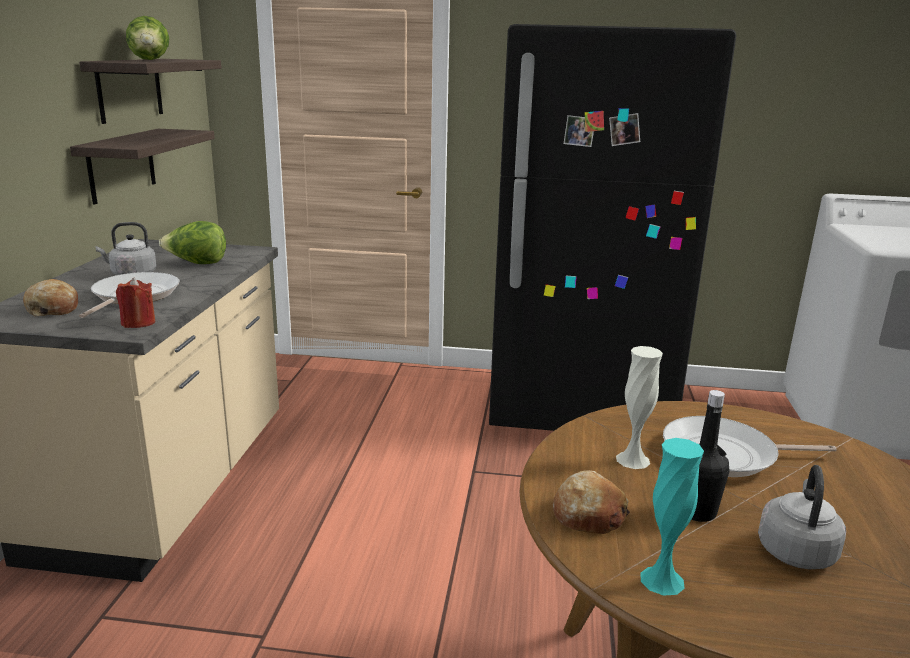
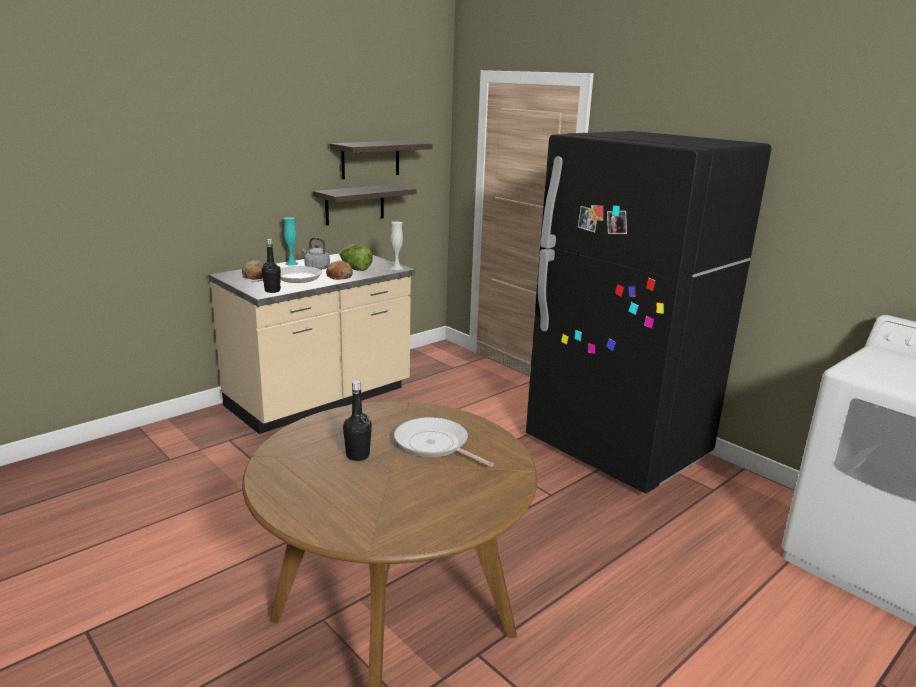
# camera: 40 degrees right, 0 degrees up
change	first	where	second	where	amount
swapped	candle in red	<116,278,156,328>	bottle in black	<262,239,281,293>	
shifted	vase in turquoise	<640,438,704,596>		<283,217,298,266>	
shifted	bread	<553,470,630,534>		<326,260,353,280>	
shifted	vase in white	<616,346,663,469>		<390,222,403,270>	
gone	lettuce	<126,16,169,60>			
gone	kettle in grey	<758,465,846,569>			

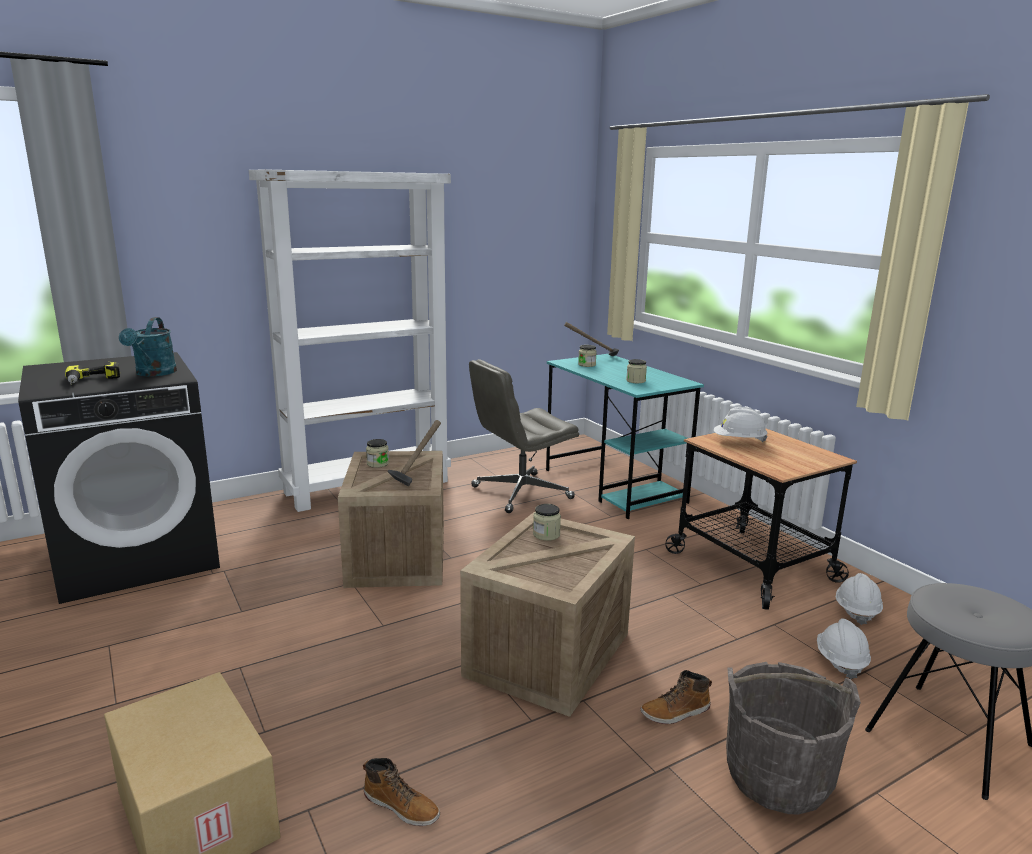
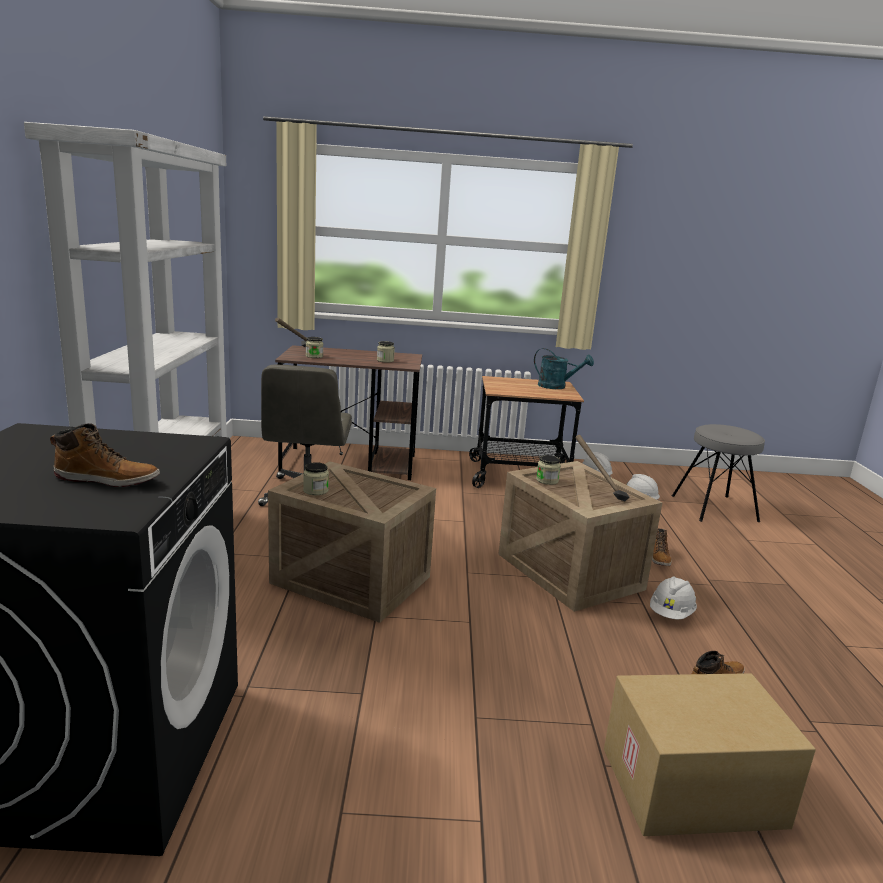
# camera: 60 degrees left, 0 degrees up
change	first	where	second	where	amount
swapped	power drill	<65,362,120,386>	boot	<50,423,160,487>	
repainted	desk in turquoise	<546,354,704,519>	desk in brown	<275,345,422,480>	
shifted	watering can in turquoise	<119,317,177,377>		<534,348,594,389>	
shifted	hammer	<387,420,441,486>		<575,435,630,501>	
shifted	hard hat in white	<714,407,768,442>		<650,576,697,620>	
gone	bucket in grey	<726,662,861,814>			

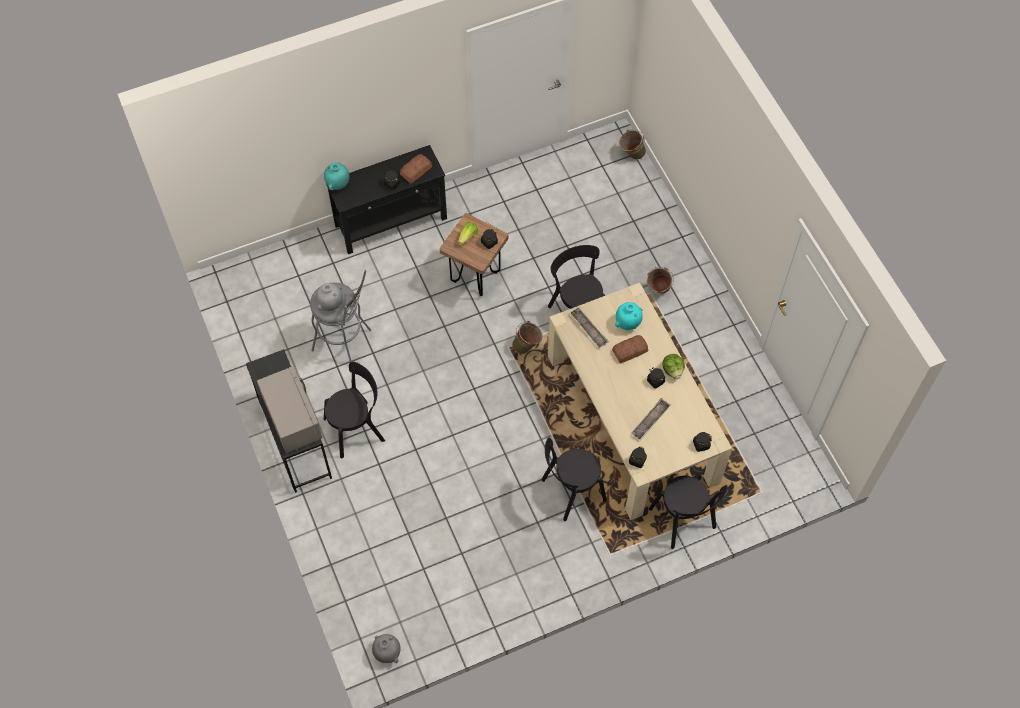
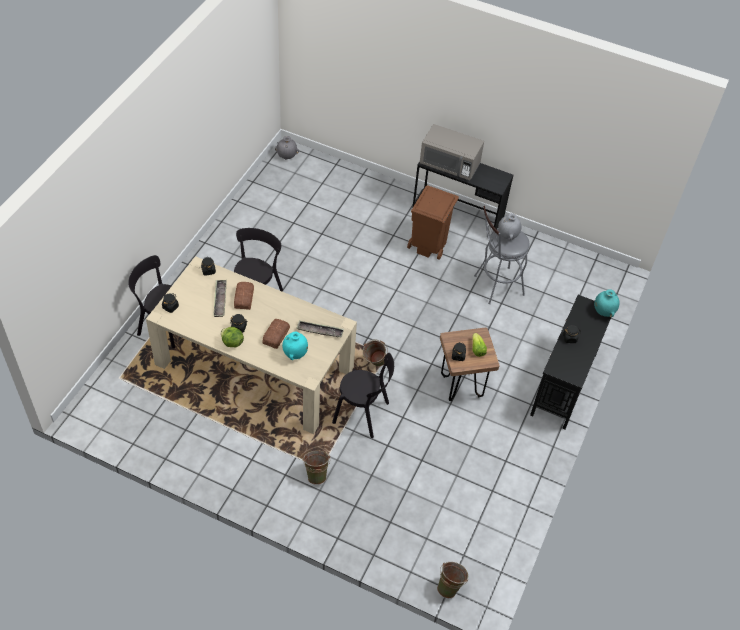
# camera: 135 degrees right, 10 degrees down
change	first	where	second	where	amount
shifted	bread	<400,154,432,184>		<234,282,254,310>	
swapped	chair in black	<324,362,385,458>	trash can in brown	<407,185,459,260>	

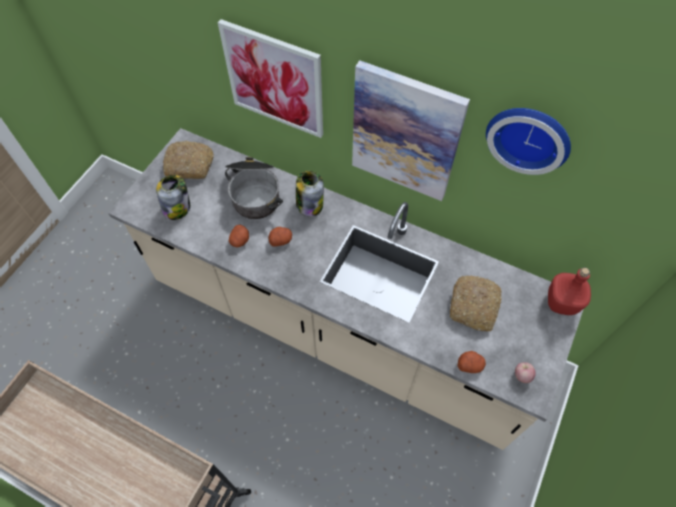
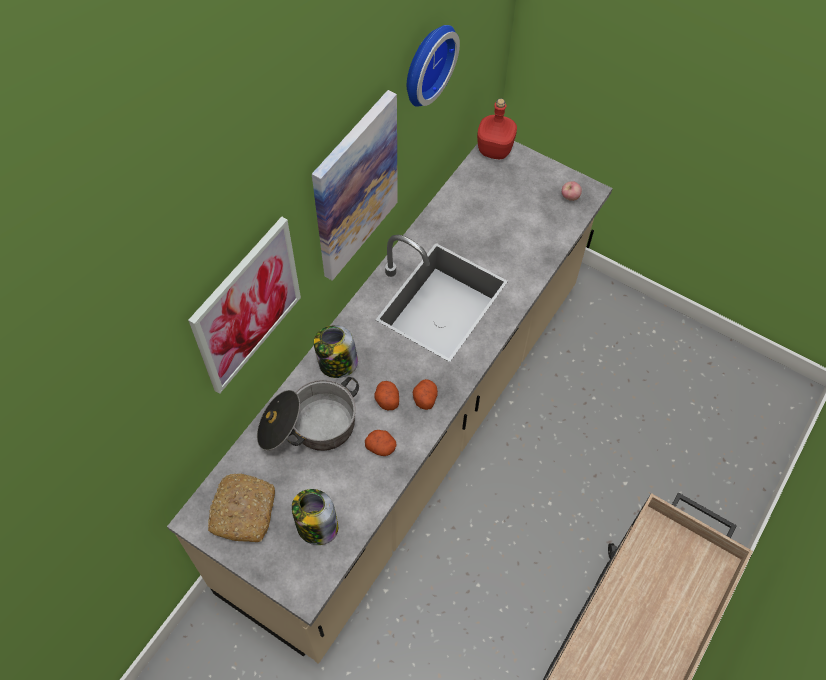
# camera: 85 degrees left, 0 degrees up
change	first	where	second	where	amount
shifted	potato	<457,351,486,373>		<413,379,438,410>	
gone	bread	<450,276,502,332>			

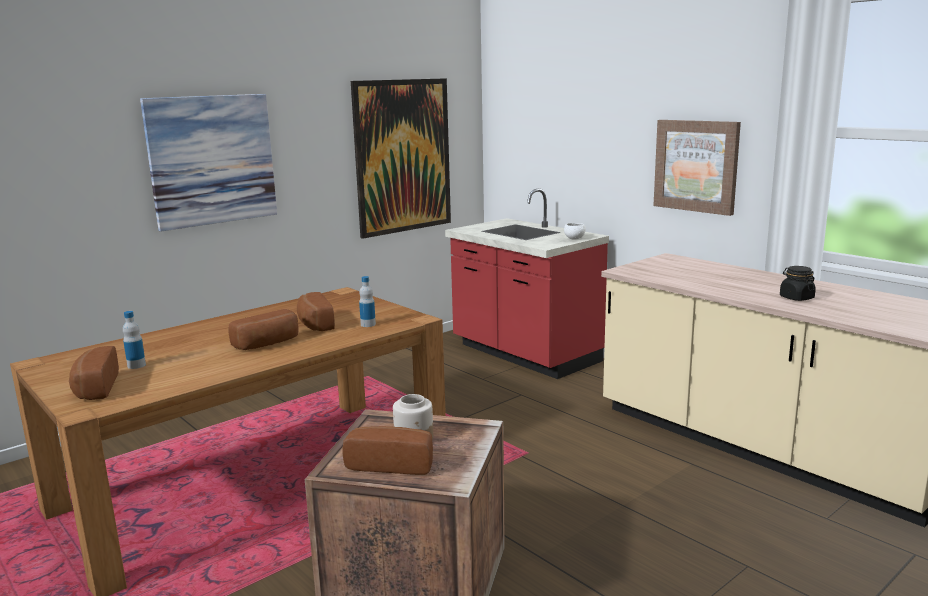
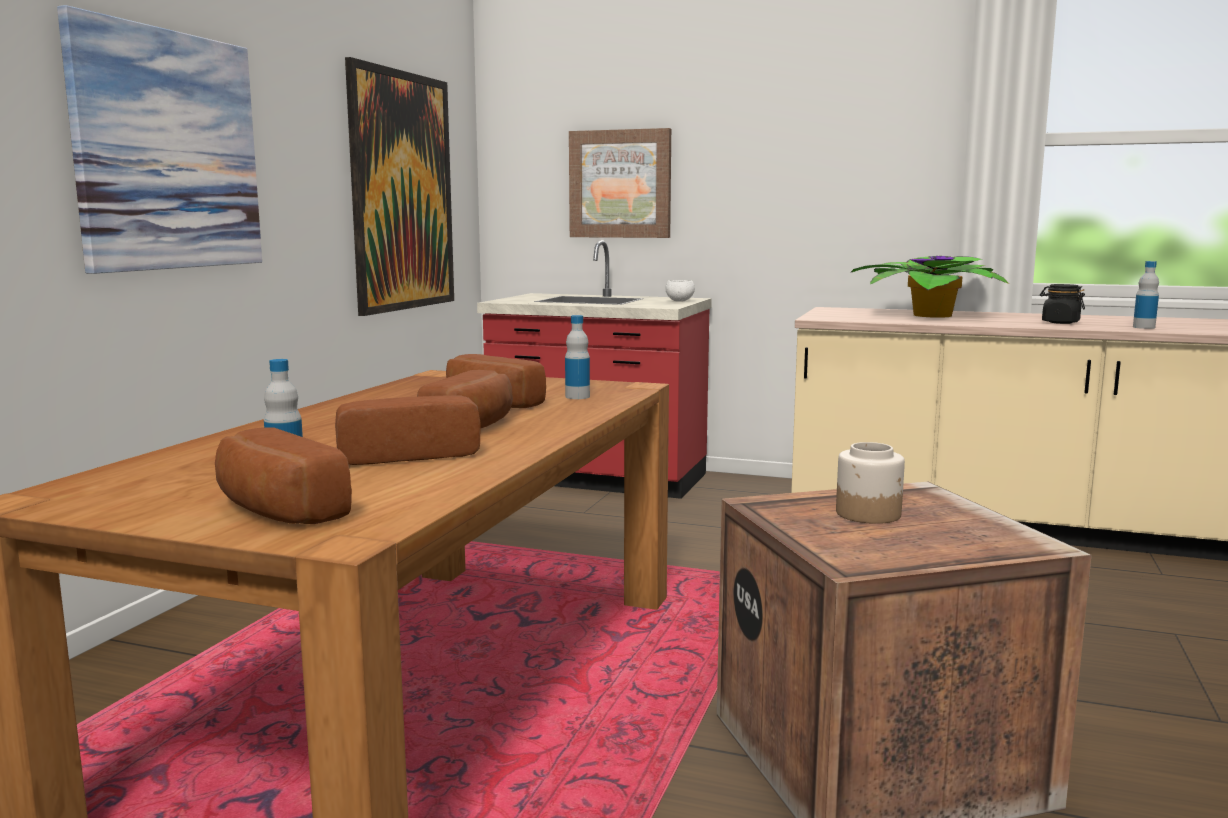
# camera: 30 degrees left, 5 degrees down
change	first	where	second	where	amount
shifted	bread	<342,426,433,475>		<335,395,481,465>	
shifted	picture	<653,120,741,216>		<569,128,671,238>	
new			potted plant	<850,256,1009,318>	
new			bottle	<1133,261,1159,329>	

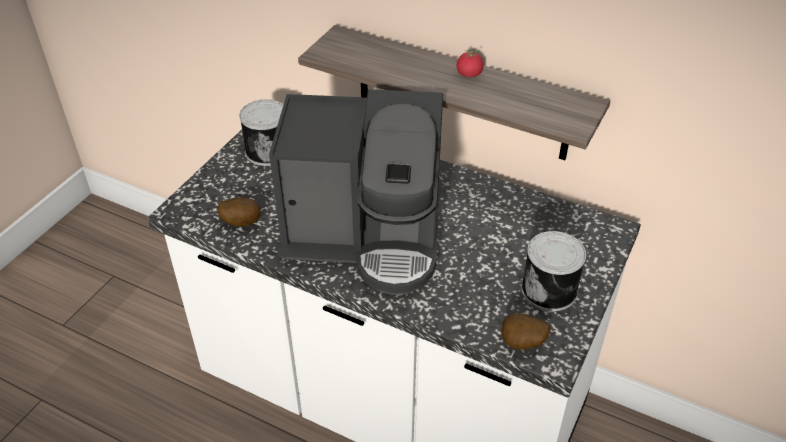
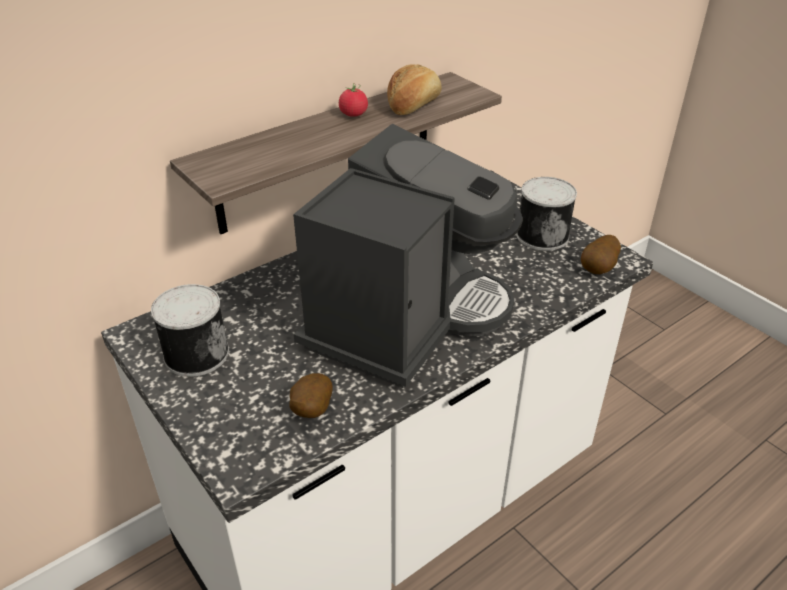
# camera: 65 degrees left, 5 degrees down
change	first	where	second	where	amount
new			bread	<387,64,442,115>	

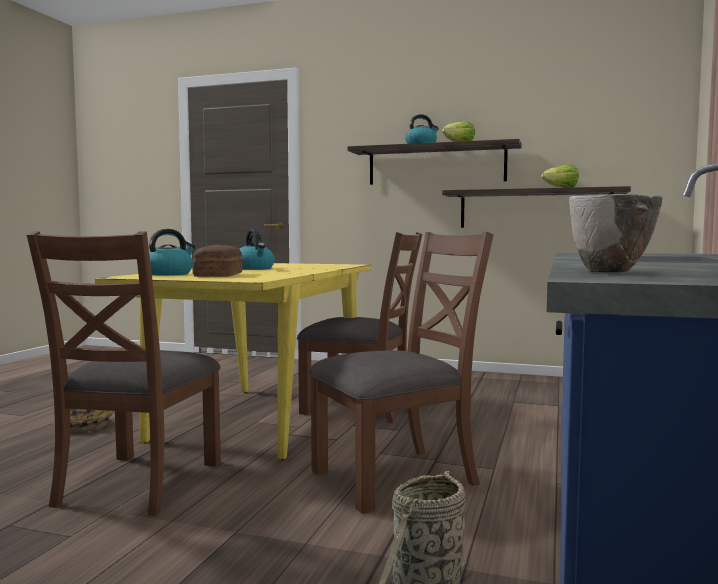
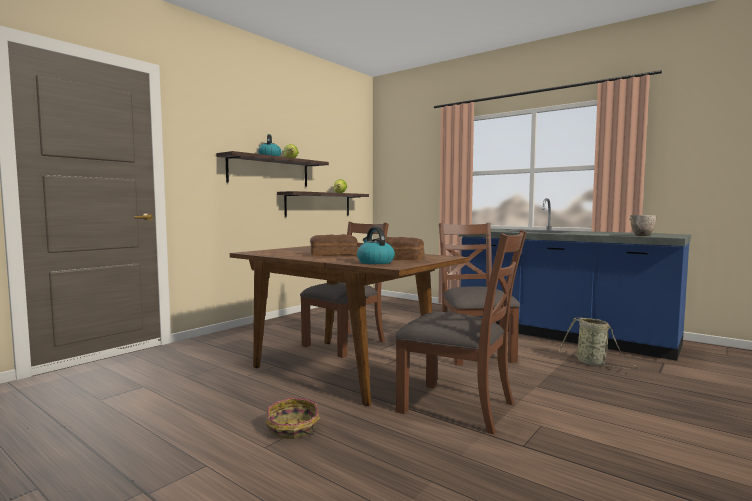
# camera: 70 degrees left, 0 degrees up
change	first	where	second	where	amount
repainted	dining table in yellow	<95,263,371,460>	dining table in brown	<230,246,469,406>	
swapped	kettle	<239,229,275,270>	bread	<310,234,358,256>	

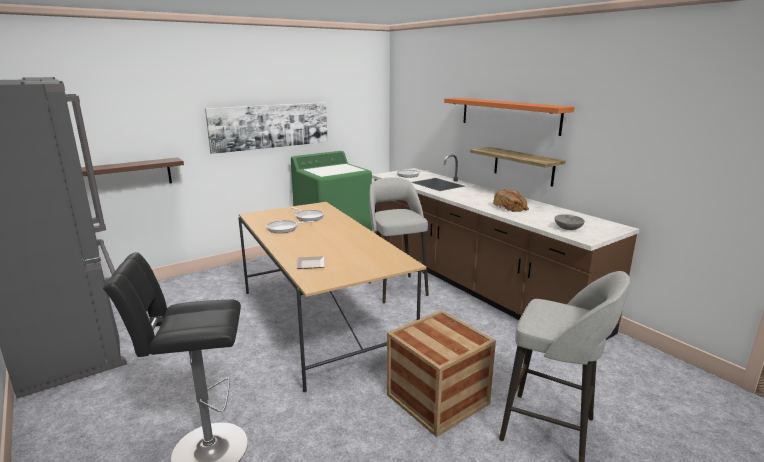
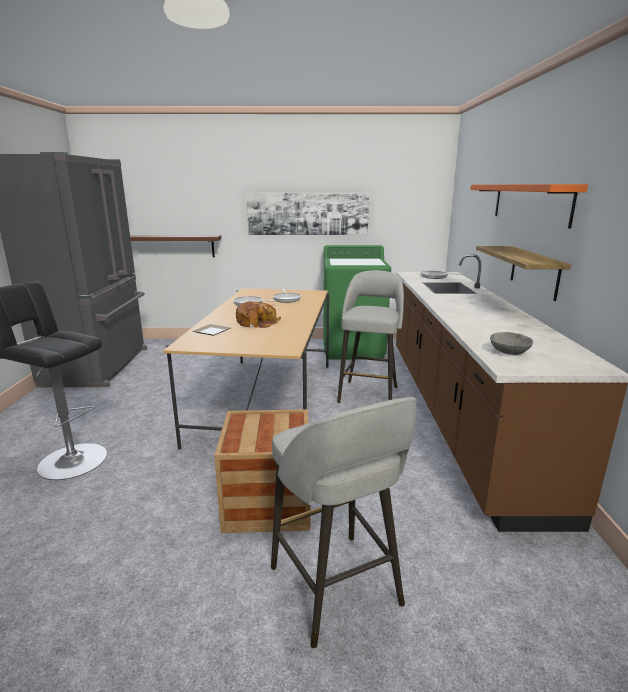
# camera: 35 degrees right, 0 degrees up
change	first	where	second	where	amount
shifted	bread	<493,190,529,212>		<236,301,281,328>	

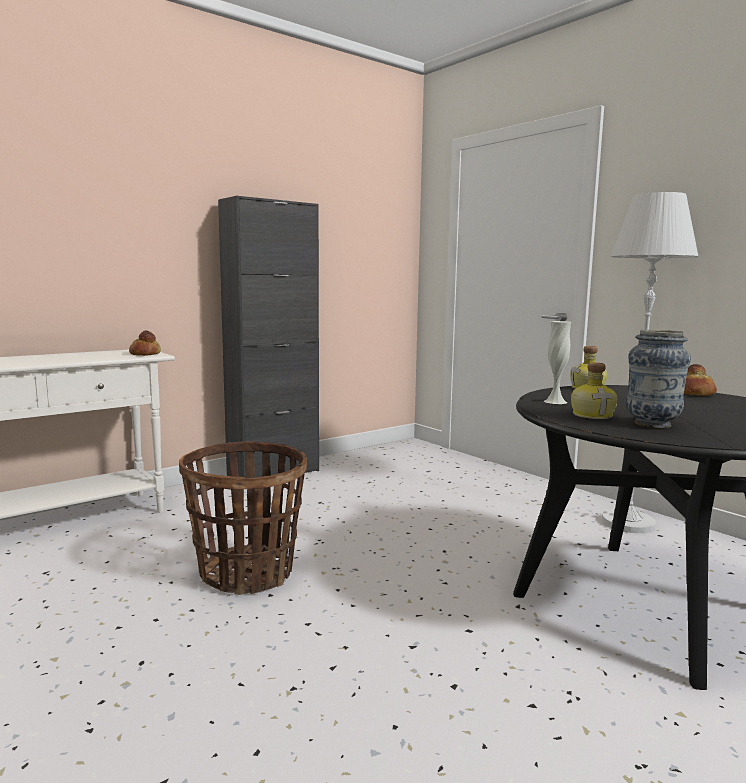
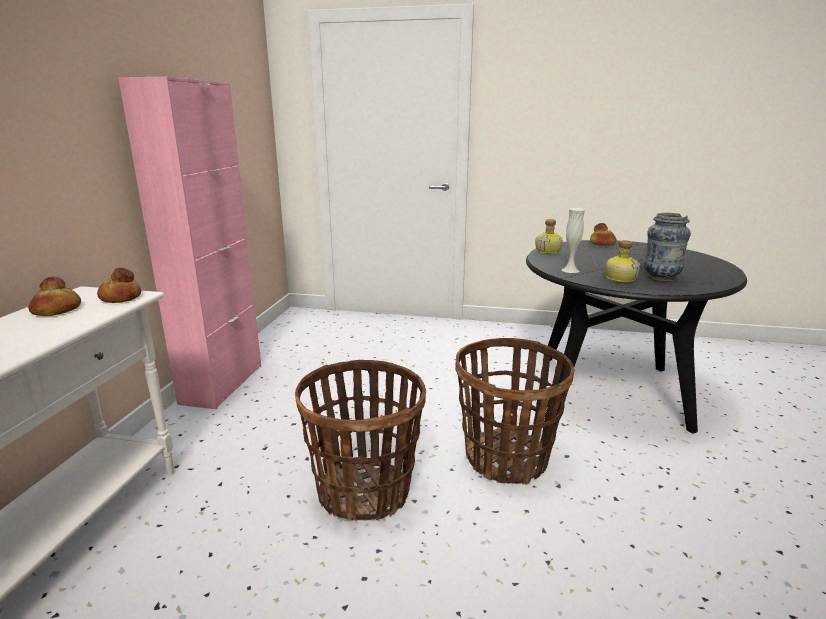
# camera: 40 degrees left, 10 degrees up
change	first	where	second	where	amount
new			bread	<28,277,81,316>	
repainted	cabinet in black	<218,196,319,478>	cabinet in pink	<118,77,261,409>	
new			basket	<456,338,575,484>	
gone	floor lamp in white	<601,192,698,533>			

